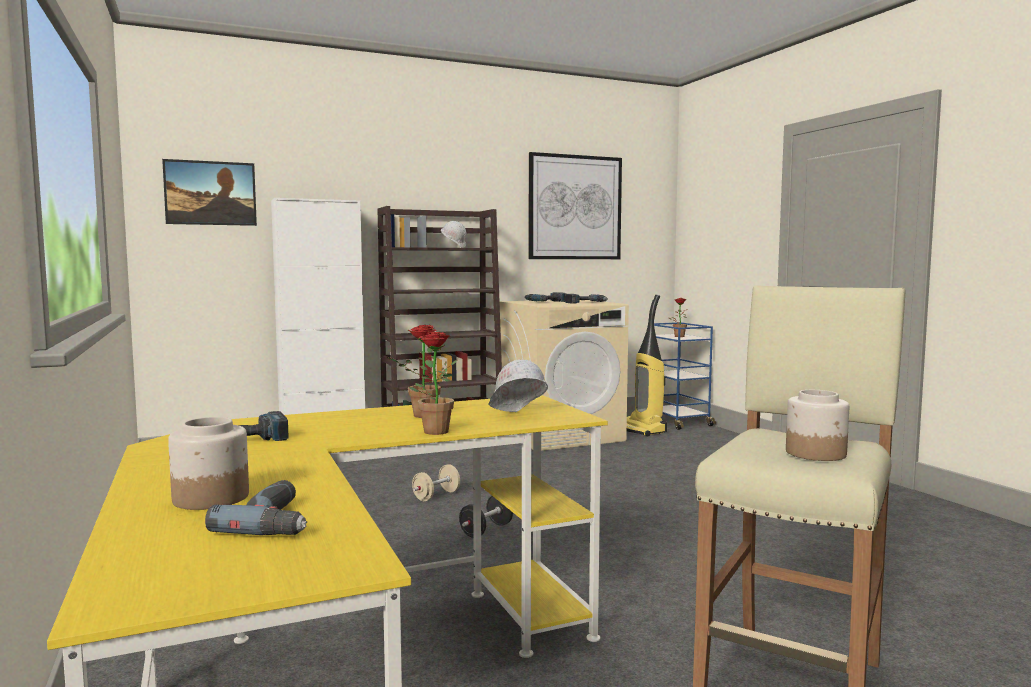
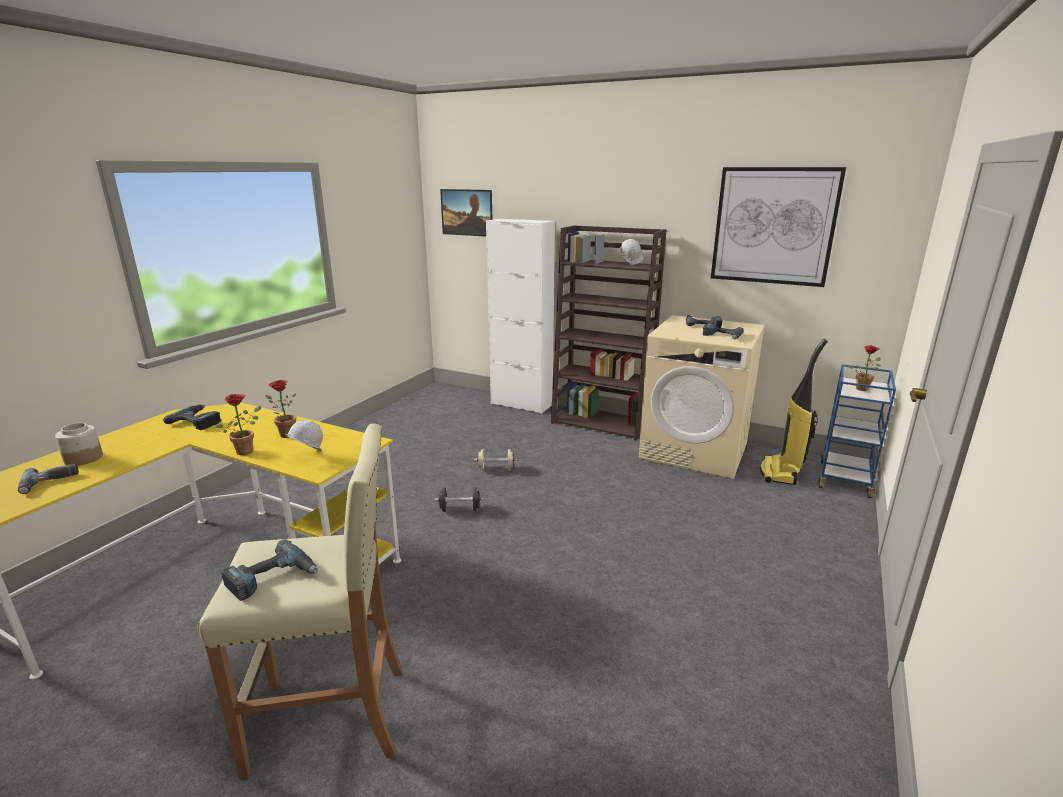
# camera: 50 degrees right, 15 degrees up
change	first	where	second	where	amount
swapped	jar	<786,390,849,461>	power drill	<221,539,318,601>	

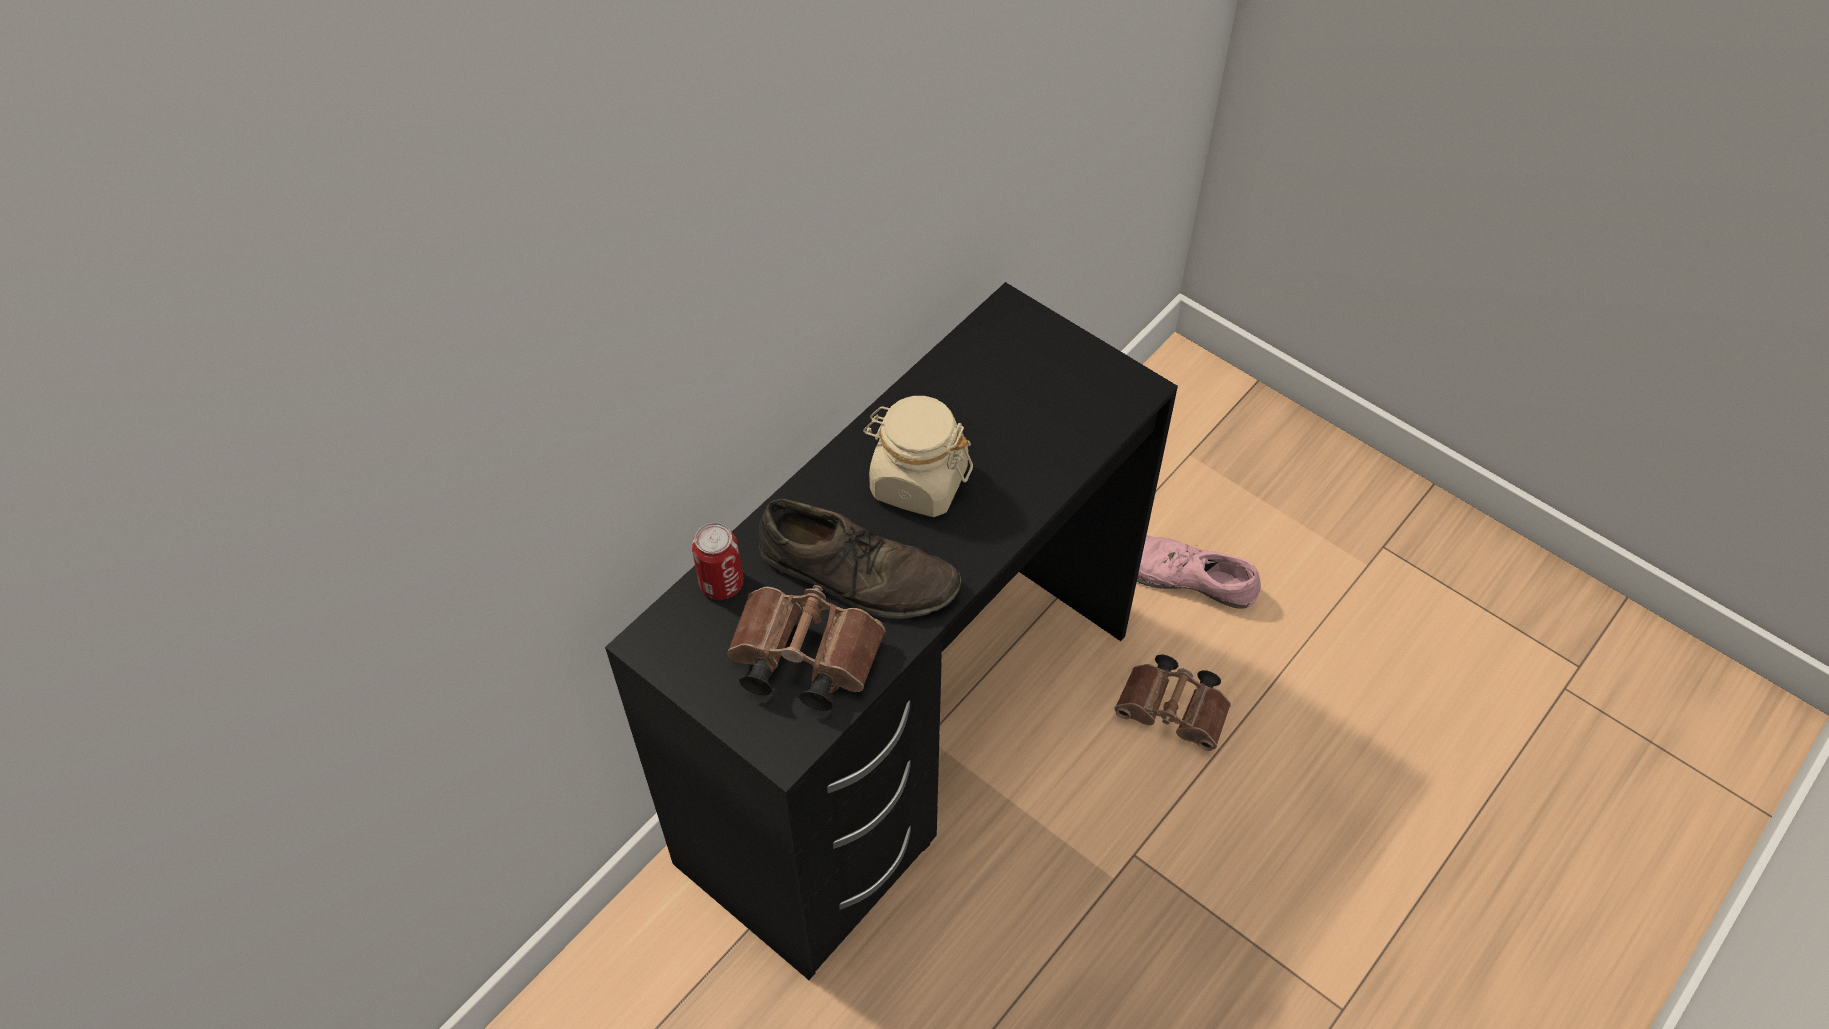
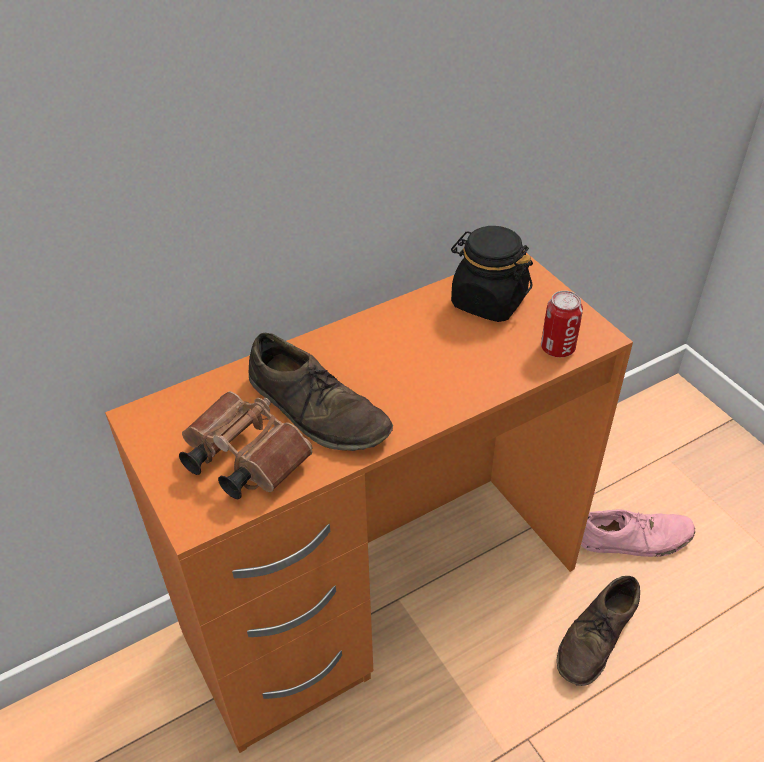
# camera: 20 degrees right, 10 degrees down
change	first	where	second	where	amount
repainted	desk in black	<605,282,1178,980>	desk in orange	<105,253,633,753>	
new			jar in black	<451,226,533,322>	
shifted	can	<692,523,744,600>		<541,291,583,357>	
swapped	binoculars in brown	<1114,655,1231,751>	shoe in brown	<556,576,640,686>	
rotated	shoe in pink	<1137,535,1261,609>		<581,509,695,557>	135 degrees clockwise
gone	jar in beige	<863,396,973,517>			

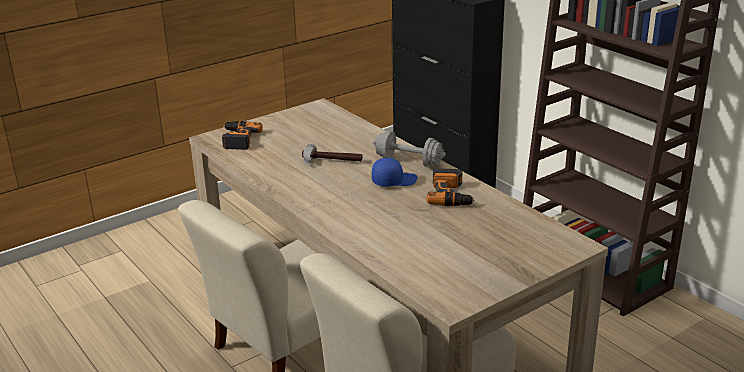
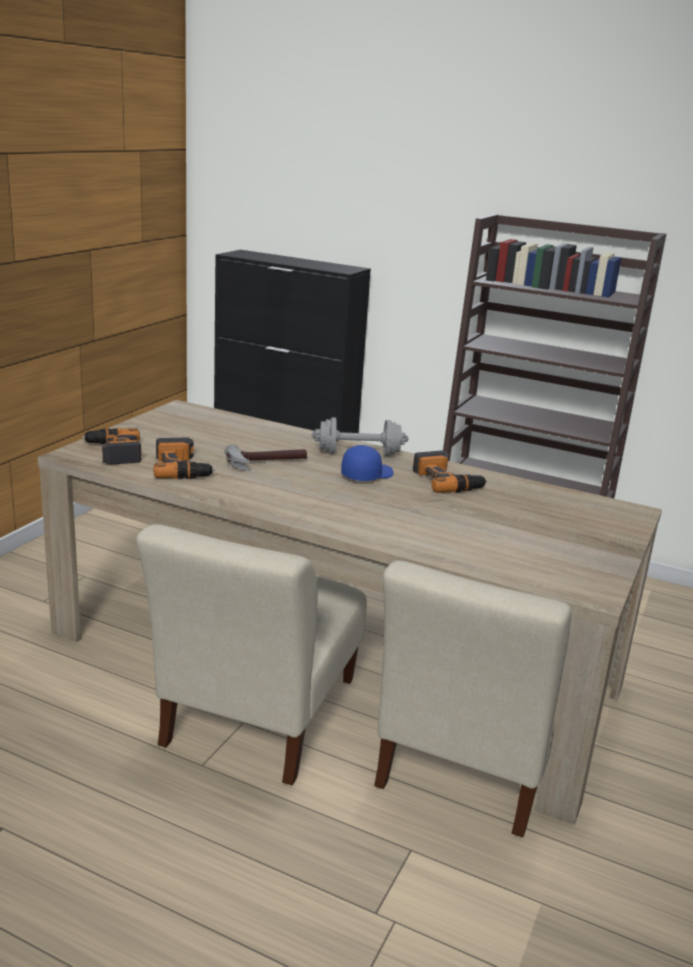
# camera: 30 degrees left, 5 degrees down
change	first	where	second	where	amount
new			power drill	<154,437,215,479>	

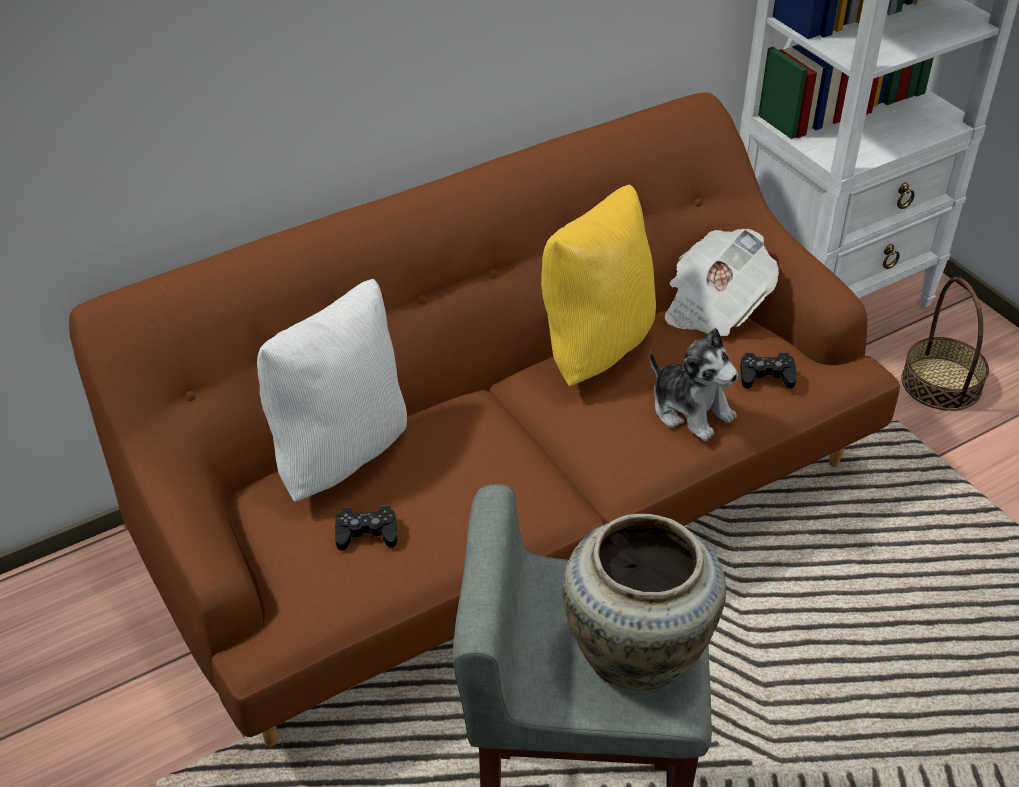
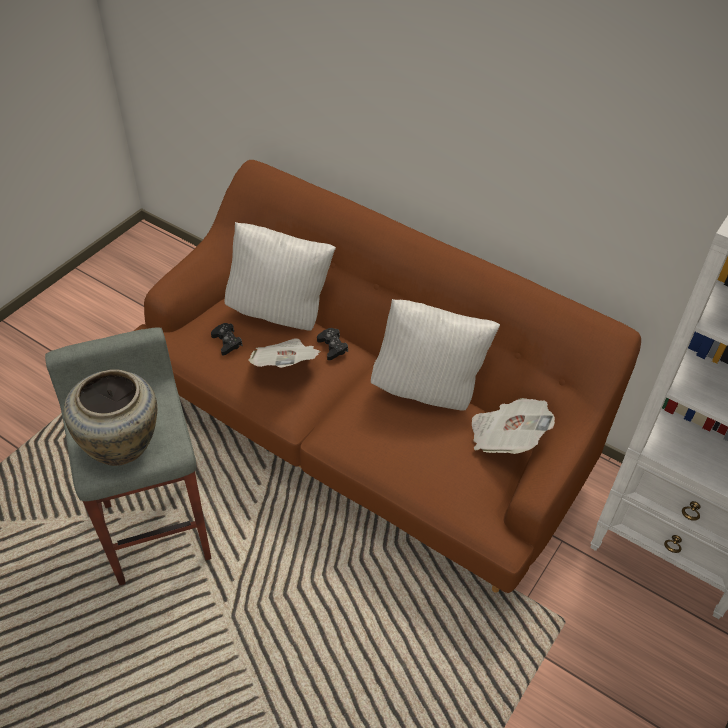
# camera: 65 degrees right, 5 degrees up
change	first	where	second	where	amount
new			newspaper	<249,339,321,368>	
shifted	game controller in black	<740,352,797,389>		<317,328,348,360>	
repainted	pillow in yellow	<541,184,656,386>	pillow in white	<371,299,500,411>	
gone	plush toy	<650,328,738,441>			
gone	basket	<901,277,989,411>			

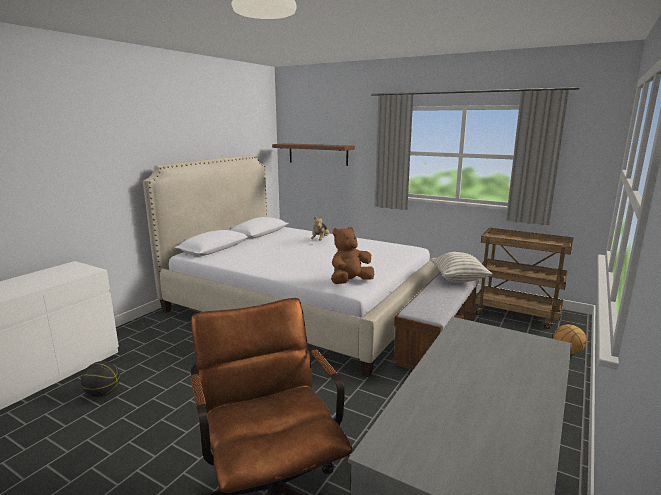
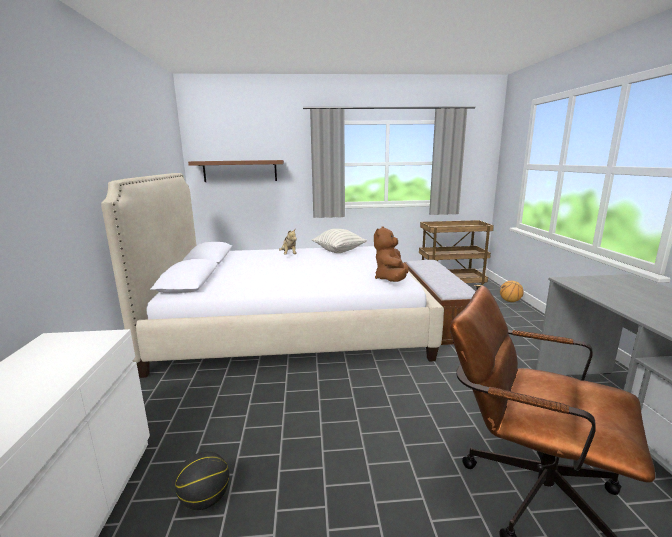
# camera: 35 degrees left, 0 degrees up
change	first	where	second	where	amount
shifted	pillow	<431,252,493,283>		<312,229,367,253>	

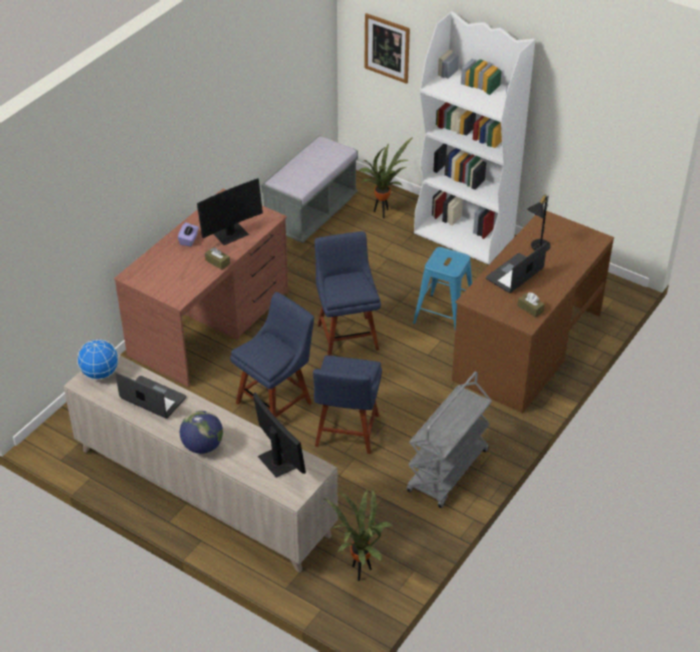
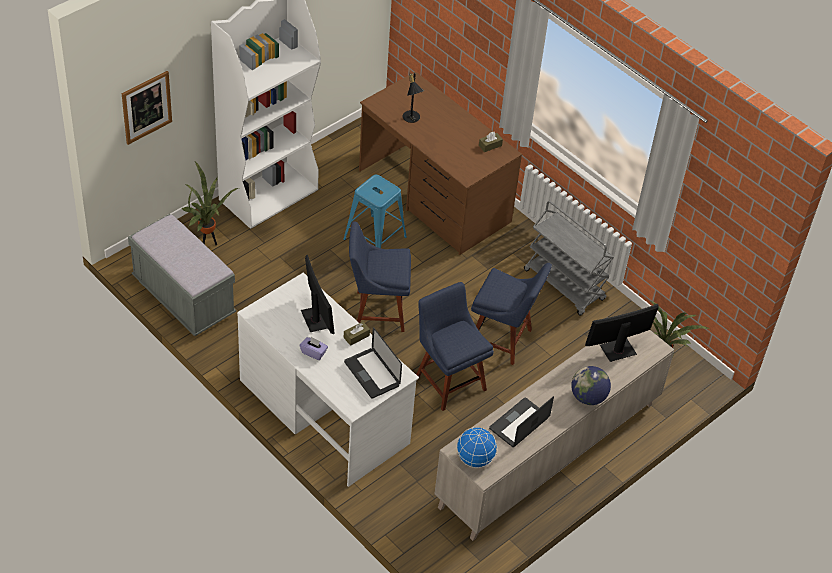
# camera: 80 degrees left, 5 degrees up
change	first	where	second	where	amount
repainted	desk in brown	<114,189,288,387>	desk in white	<237,272,419,487>	
shifted	laptop	<486,243,547,293>		<344,327,402,399>	

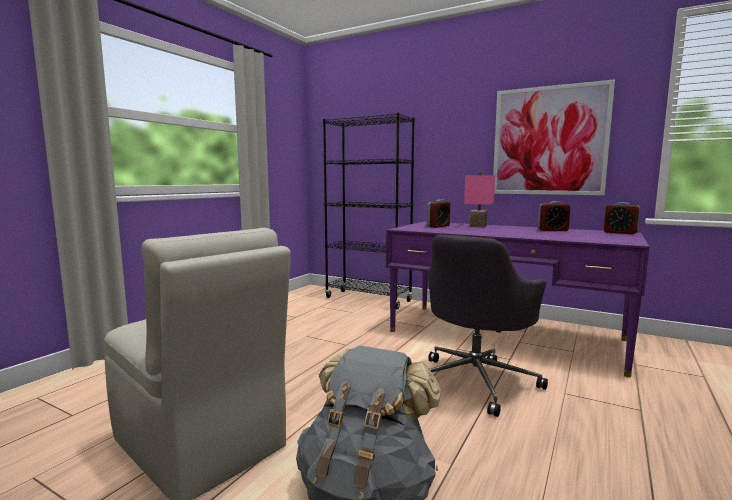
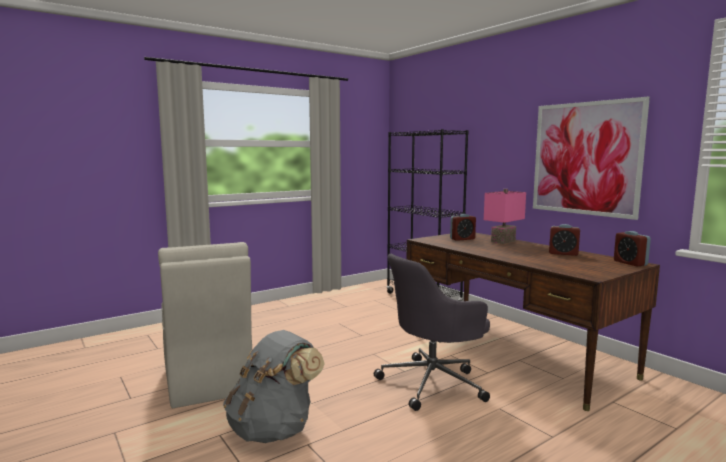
# camera: 25 degrees right, 0 degrees up
change	first	where	second	where	amount
repainted	desk in purple	<386,221,649,378>	desk in brown	<407,233,660,411>	

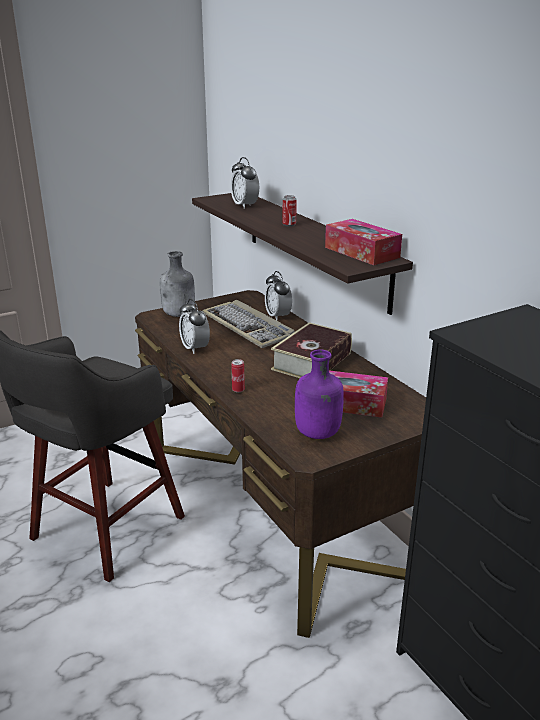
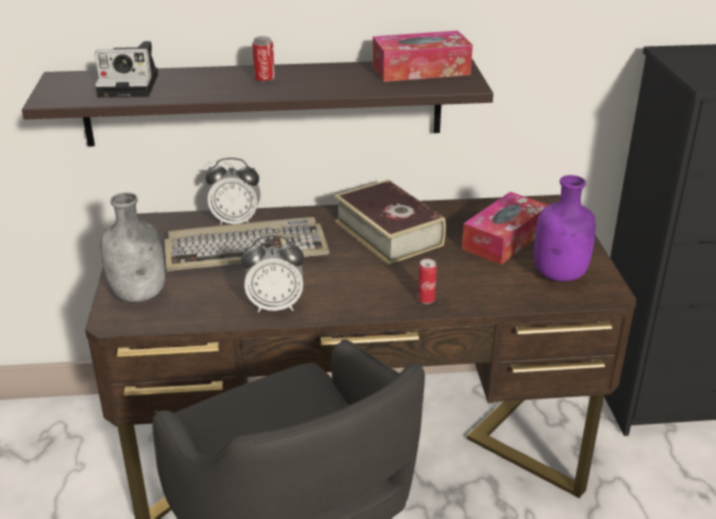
# camera: 65 degrees left, 5 degrees up
change	first	where	second	where	amount
swapped	alarm clock	<231,157,259,209>	photo camera	<95,41,158,98>	

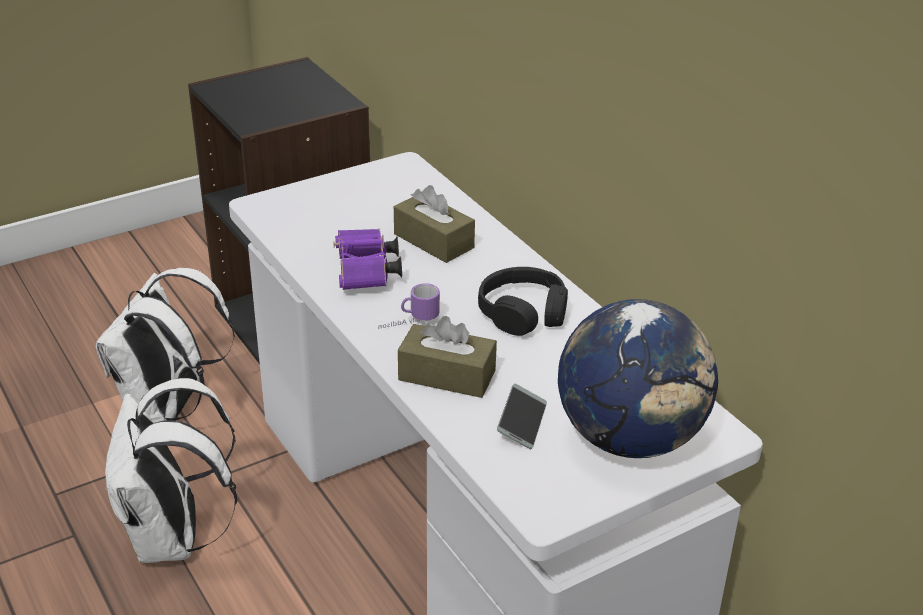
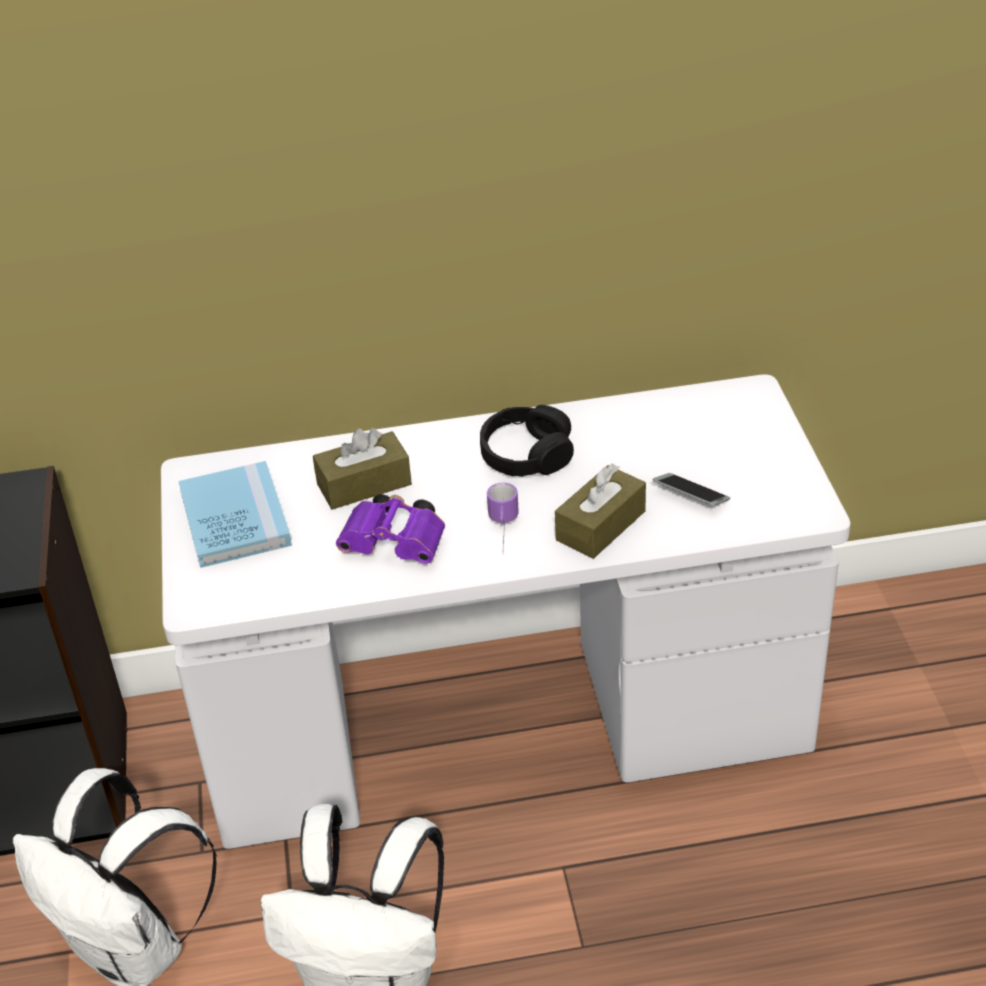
# camera: 65 degrees left, 5 degrees up
change	first	where	second	where	amount
new			book in blue	<178,461,292,568>	
gone	globe	<558,299,718,458>			

